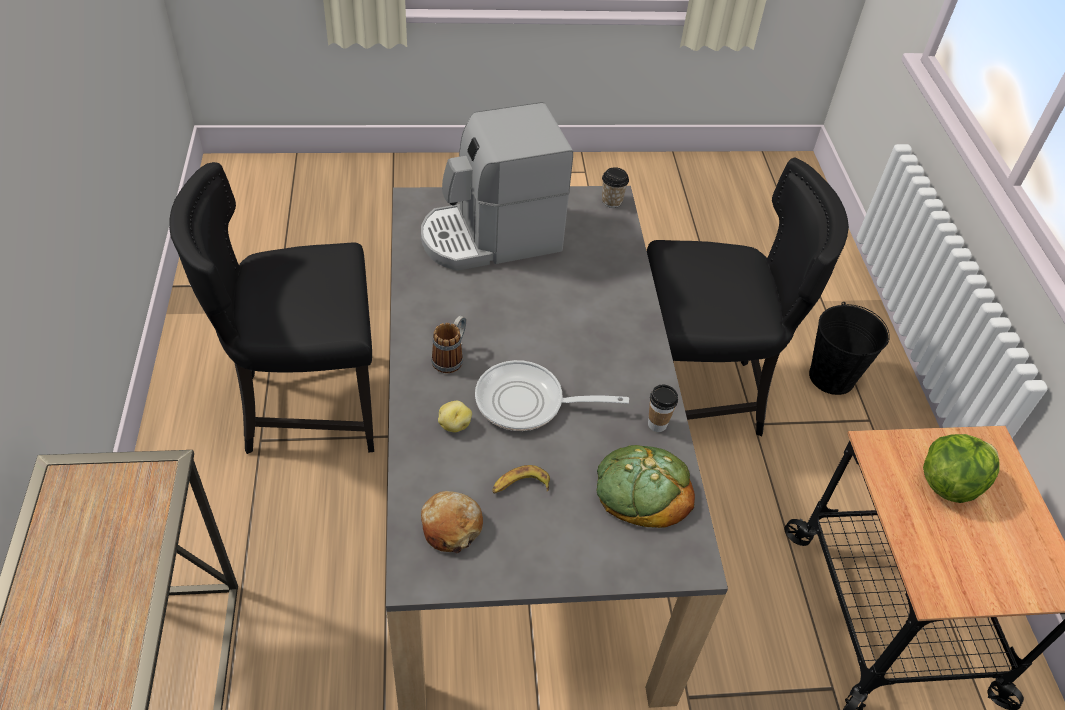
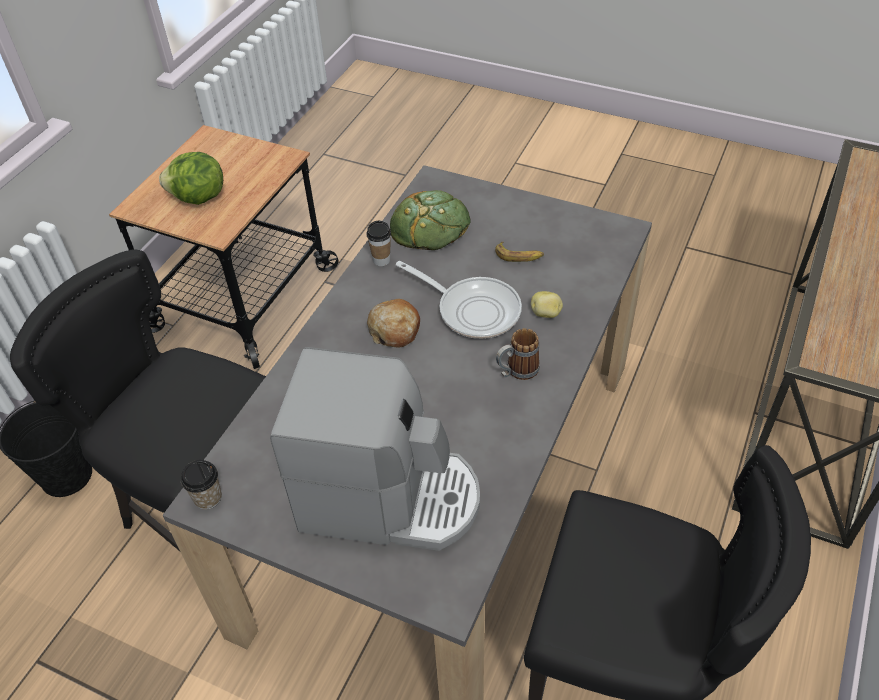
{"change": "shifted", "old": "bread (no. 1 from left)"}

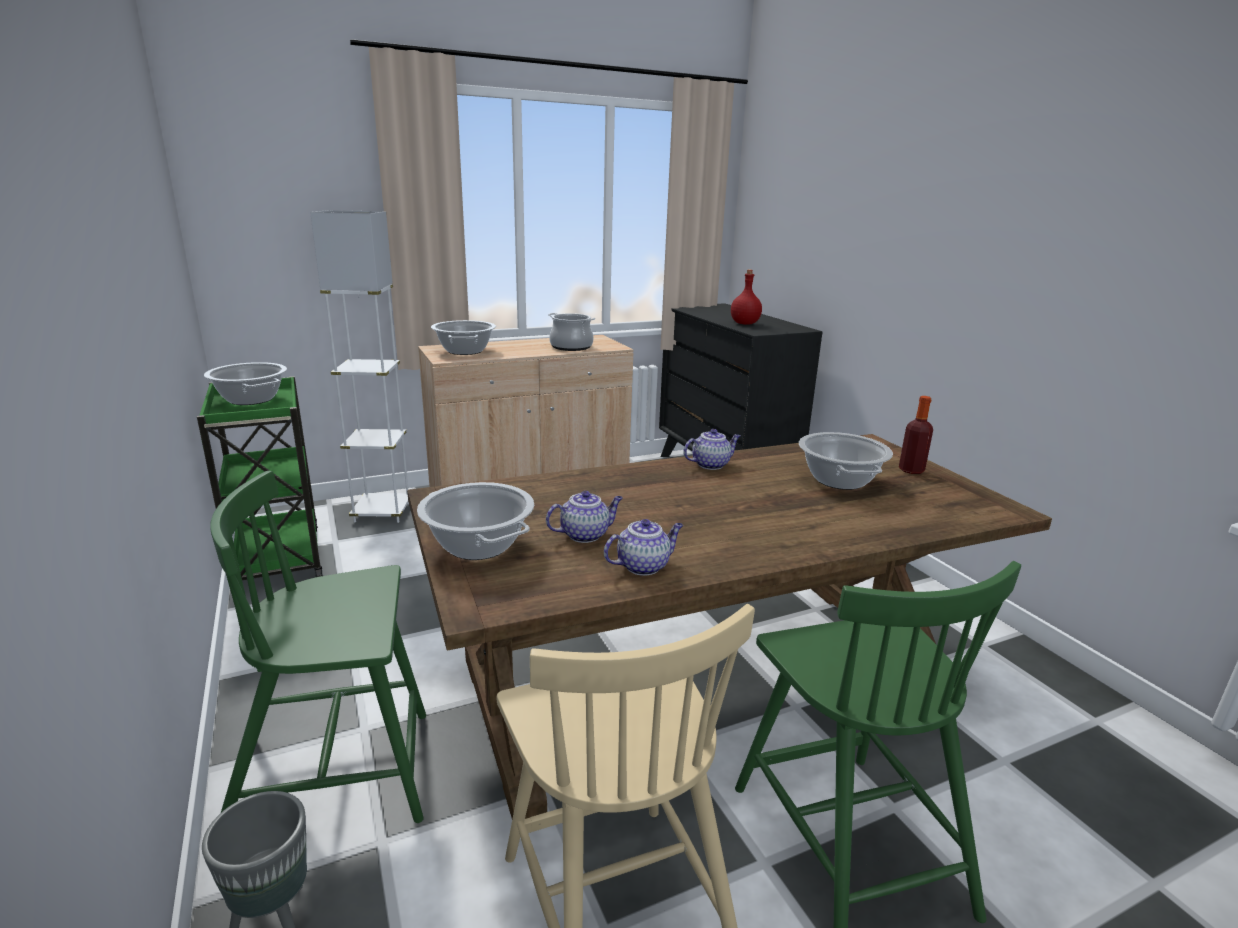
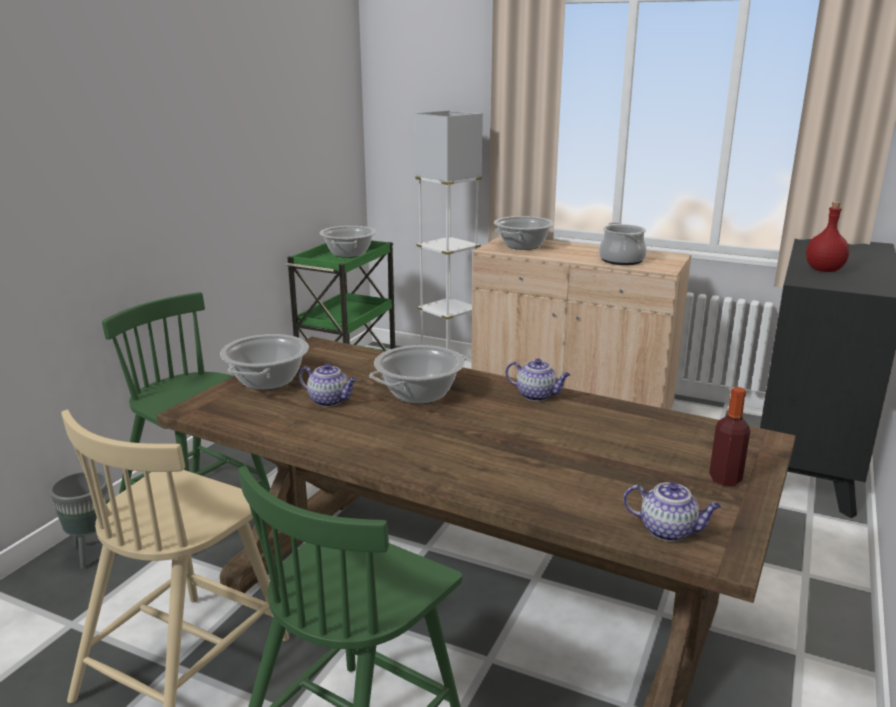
{"change": "shifted", "old": "teapot (no. 2 from left in the first image)", "new": "teapot (no. 3 from left)"}
{"change": "shifted", "old": "cooking pot (no. 5 from left in the first image)", "new": "cooking pot (no. 3 from left)"}

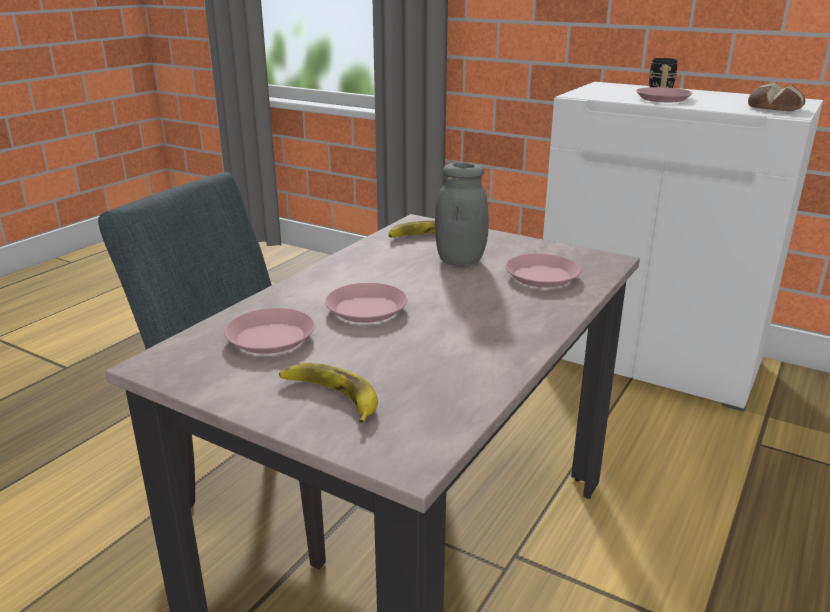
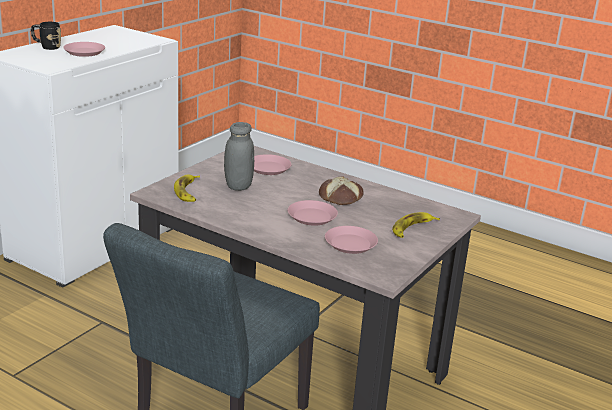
{"change": "shifted", "old": "bread"}

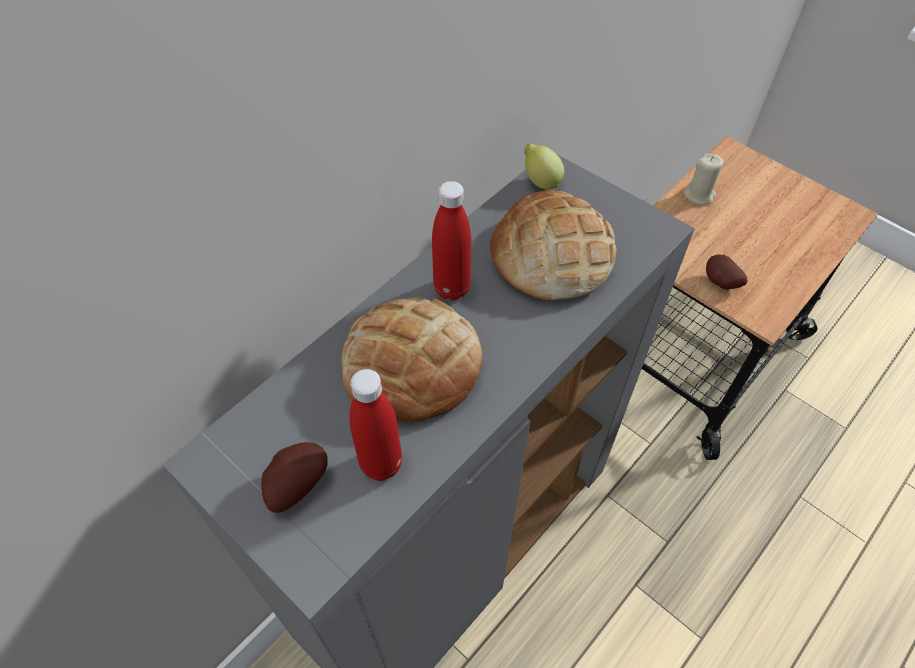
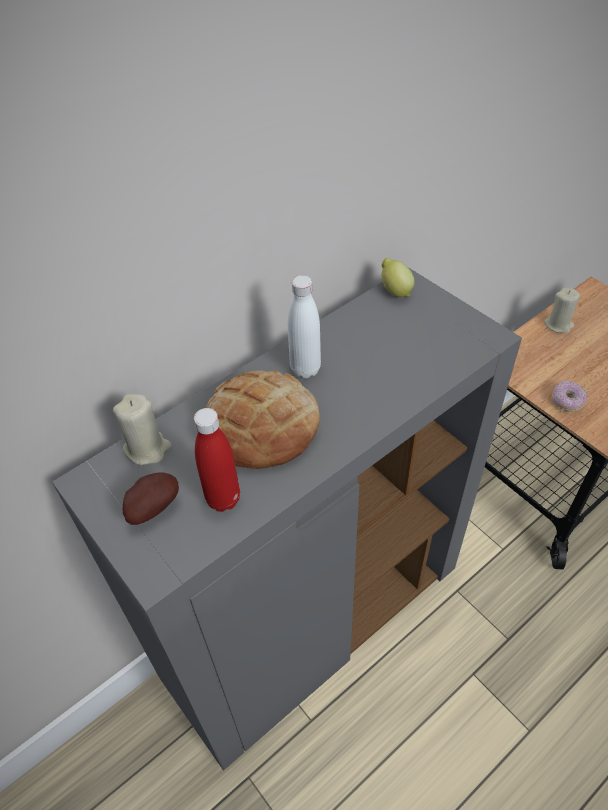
{"change": "gone", "old": "bread (no. 2 from left)"}
{"change": "new", "new": "beige candle (no. 1 from left)"}
{"change": "swapped", "old": "potato (no. 2 from left)", "new": "donut"}
{"change": "repainted", "old": "red bottle (no. 2 from left)", "new": "white bottle"}

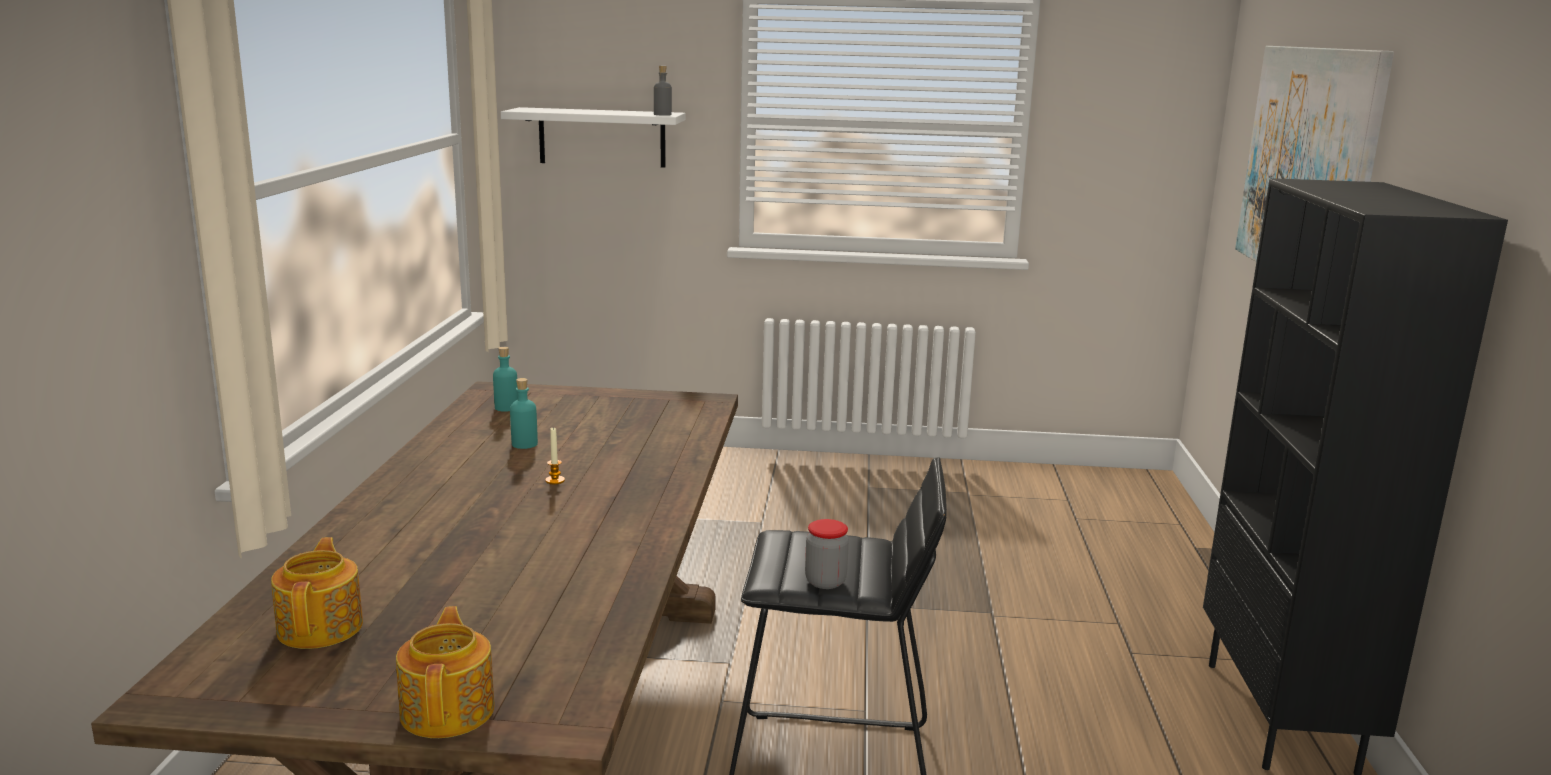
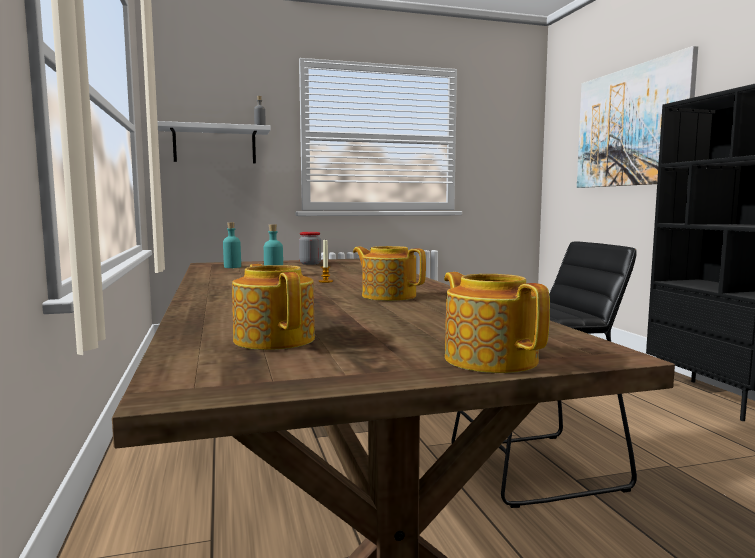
{"change": "new", "new": "teapot (no. 2 from left)"}
{"change": "shifted", "old": "jar"}

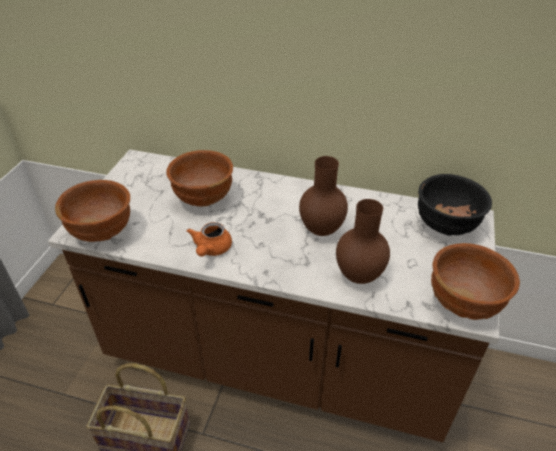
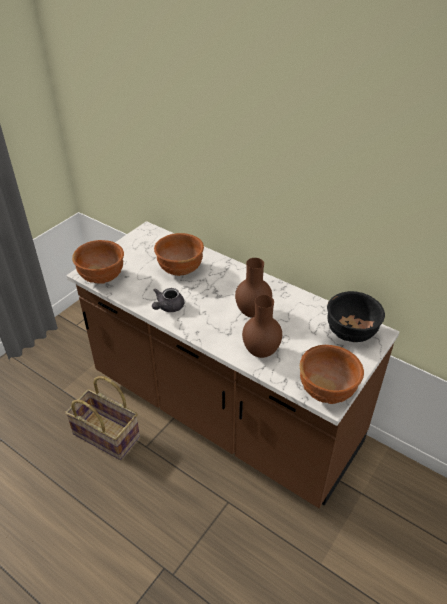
{"change": "repainted", "old": "orange teapot", "new": "grey teapot"}

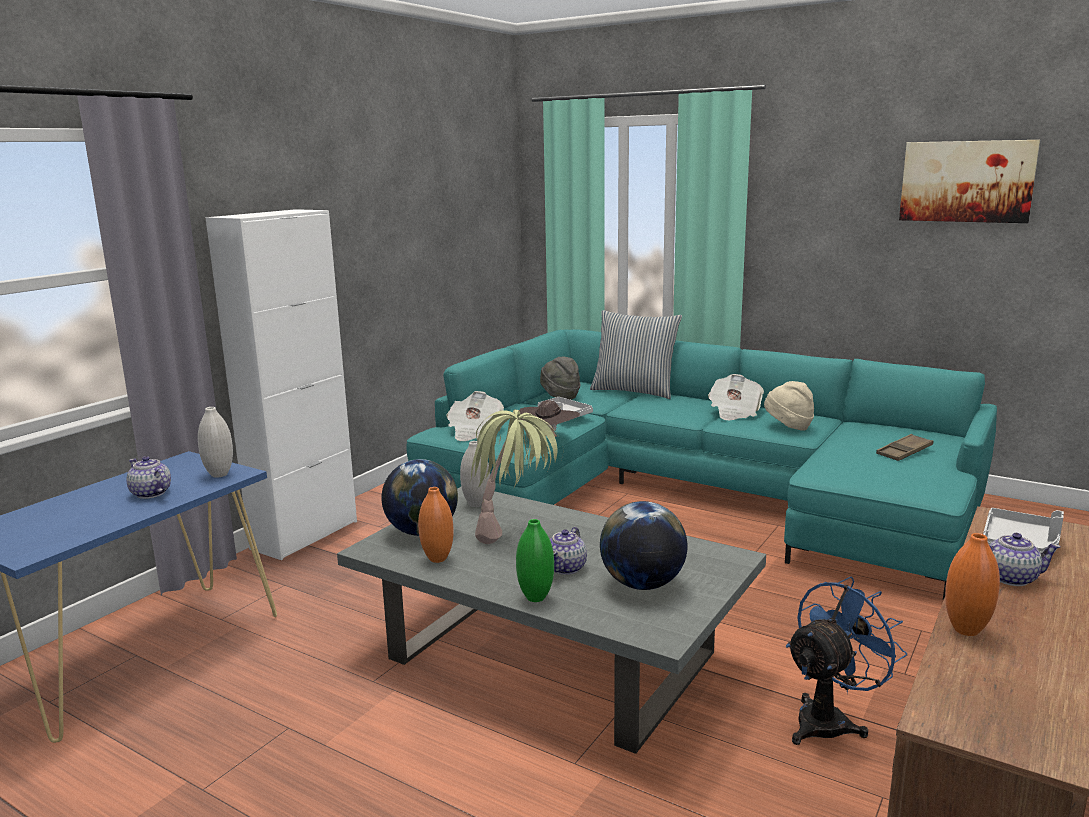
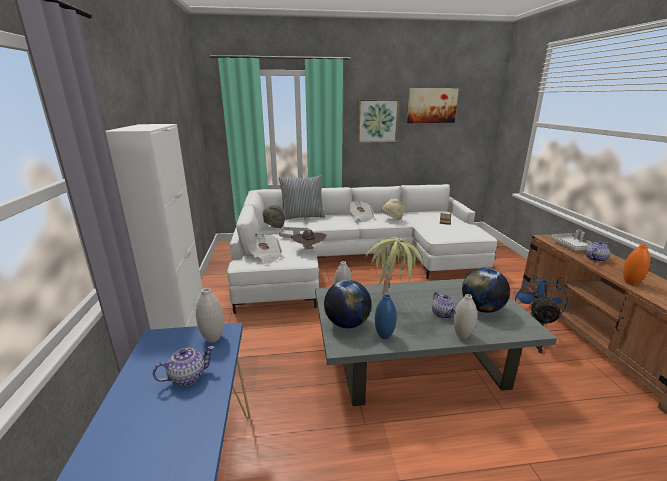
{"change": "new", "new": "picture (no. 1 from left)"}
{"change": "repainted", "old": "turquoise sofa", "new": "white sofa"}
{"change": "repainted", "old": "orange vase (no. 1 from left)", "new": "blue vase"}
{"change": "repainted", "old": "green vase", "new": "white vase (no. 3 from left)"}
{"change": "rotated", "old": "teapot (no. 1 from left)", "degrees": 150}

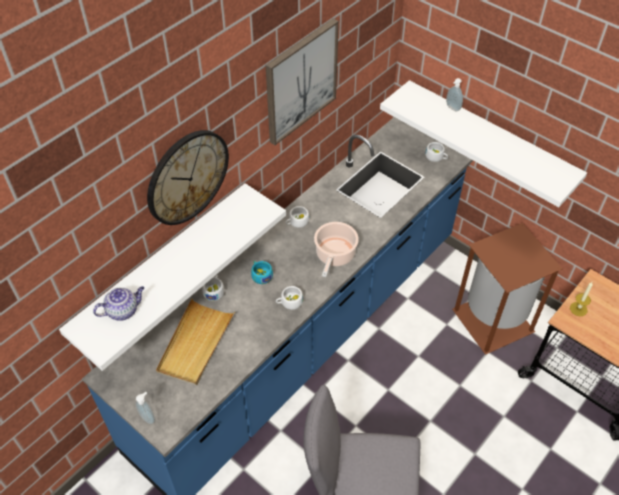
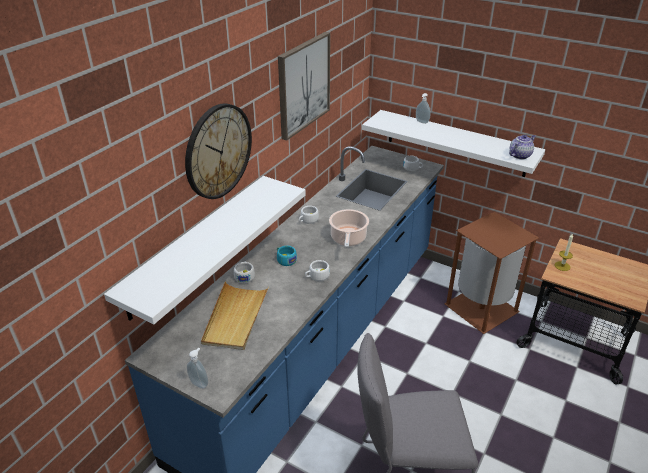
{"change": "shifted", "old": "teapot"}

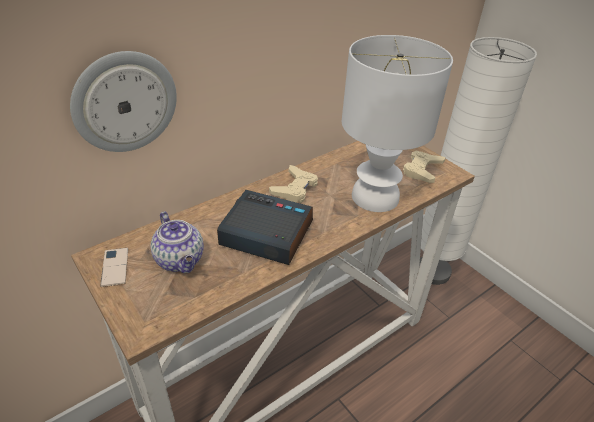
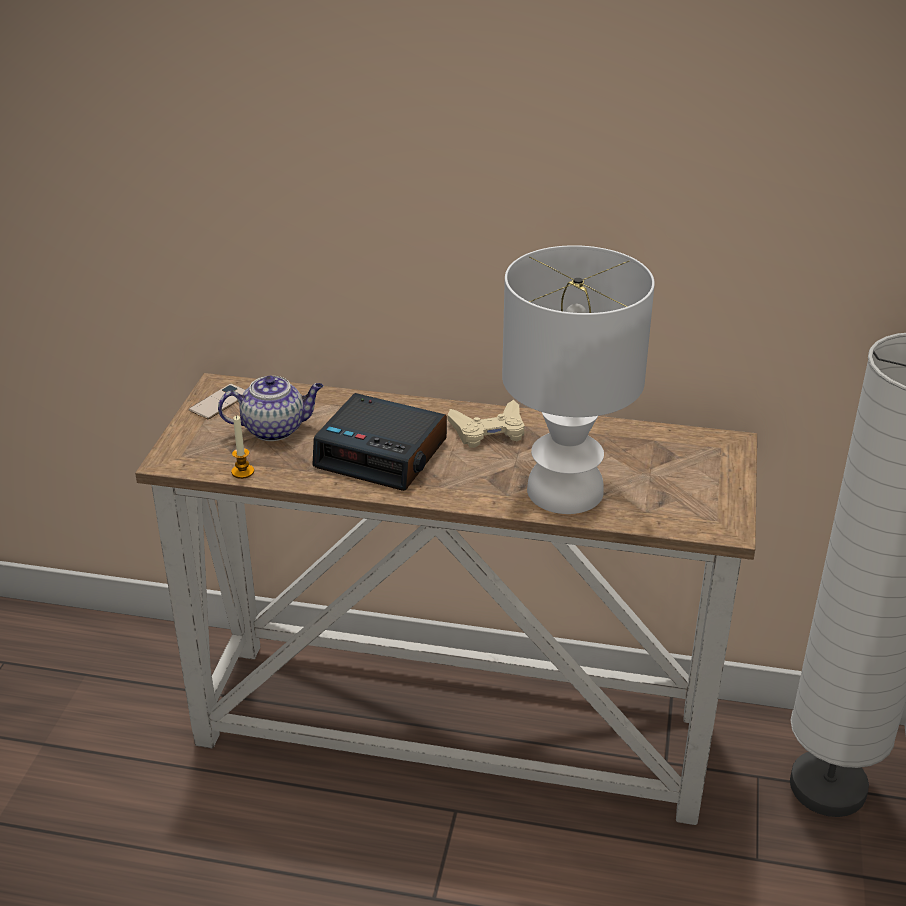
{"change": "gone", "old": "wall clock"}
{"change": "gone", "old": "beige game controller (no. 2 from left)"}
{"change": "new", "new": "candle"}
{"change": "rotated", "old": "teapot", "degrees": -120}
{"change": "rotated", "old": "alarm clock", "degrees": 135}

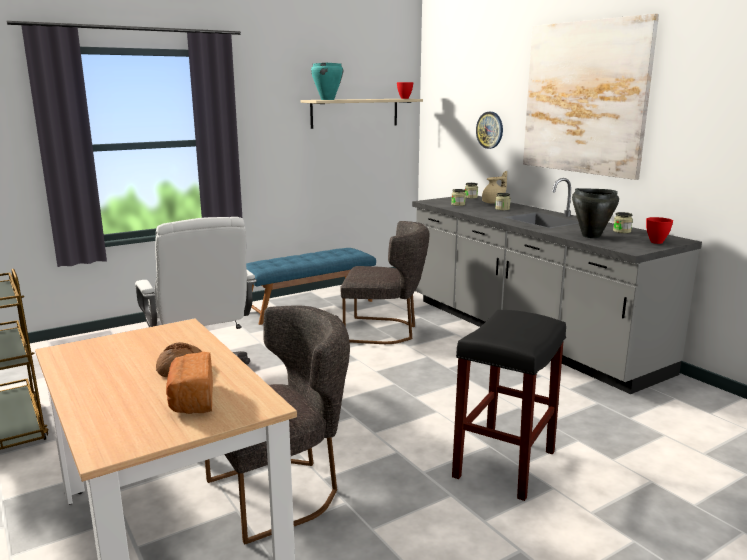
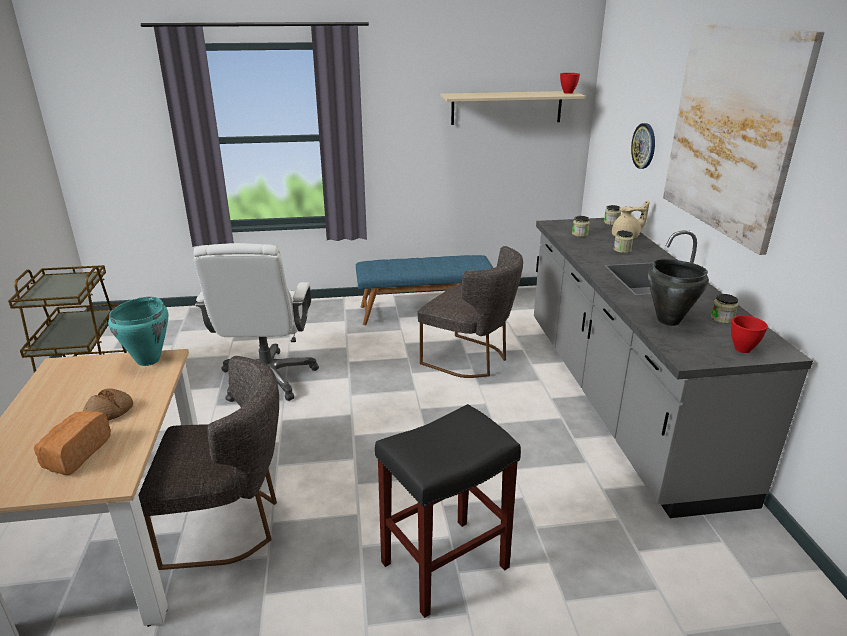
{"change": "shifted", "old": "turquoise cooking pot"}

